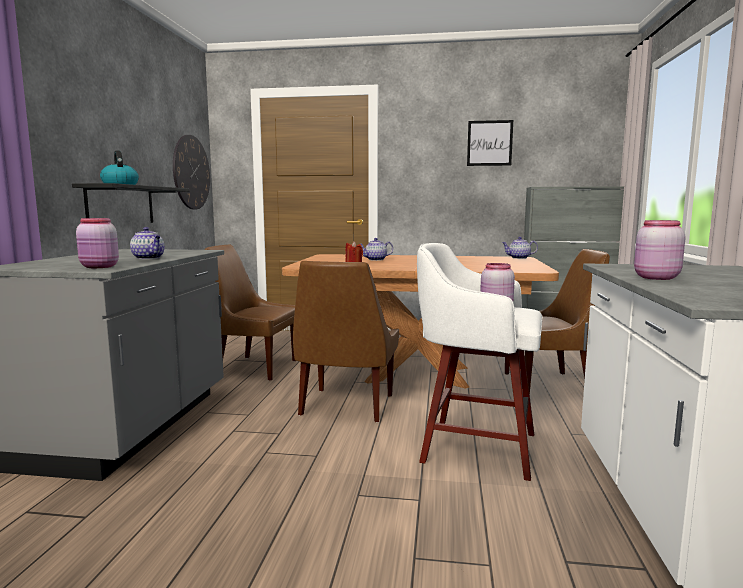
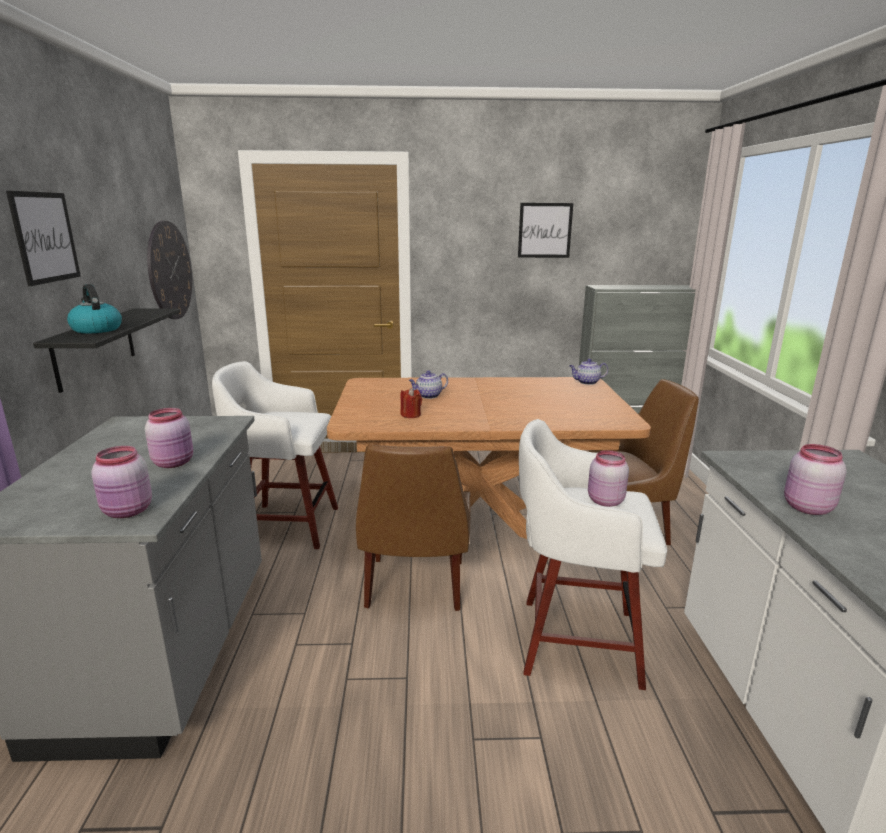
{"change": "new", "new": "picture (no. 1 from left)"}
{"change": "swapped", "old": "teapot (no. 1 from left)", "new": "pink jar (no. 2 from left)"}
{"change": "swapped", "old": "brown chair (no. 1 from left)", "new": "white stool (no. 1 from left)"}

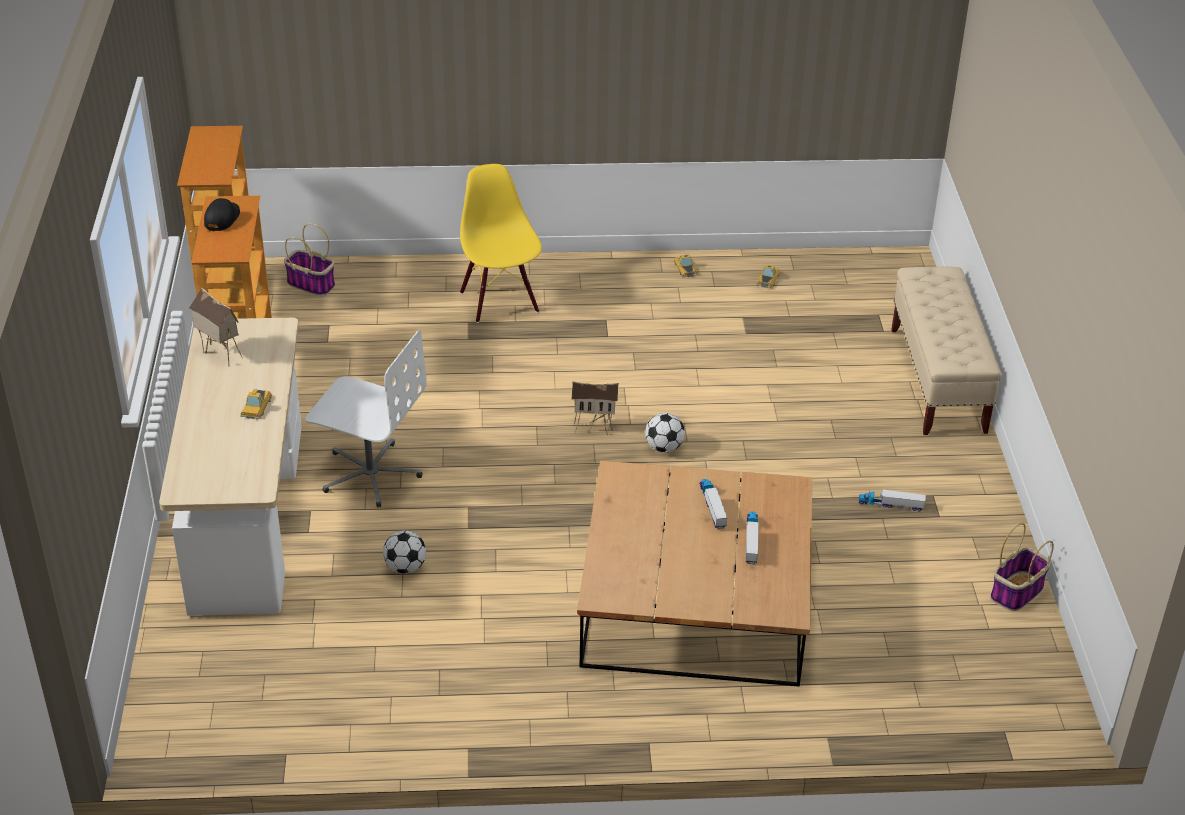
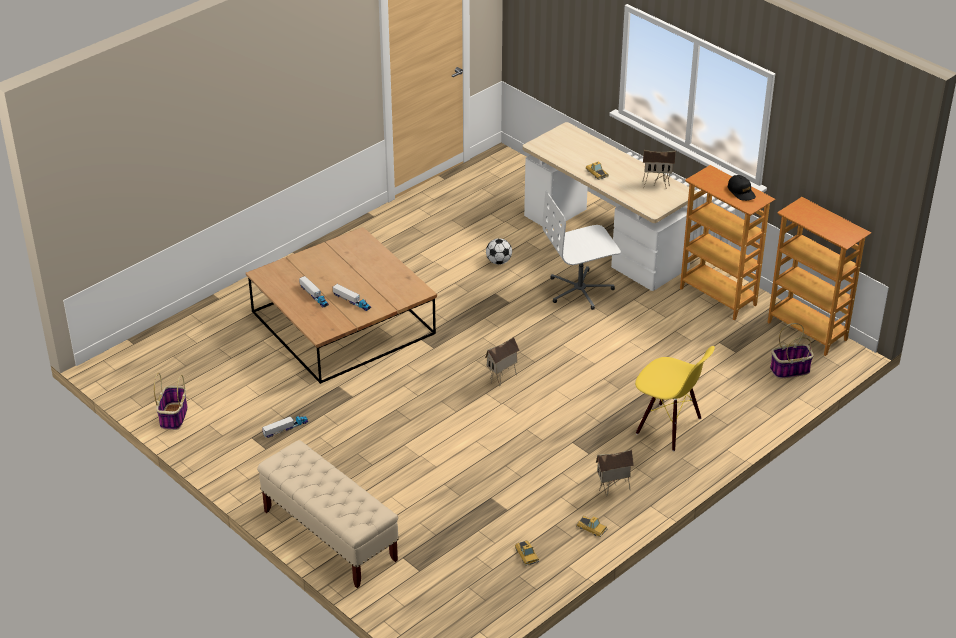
{"change": "gone", "old": "football (no. 2 from left)"}
{"change": "new", "new": "toy house (no. 2 from left)"}

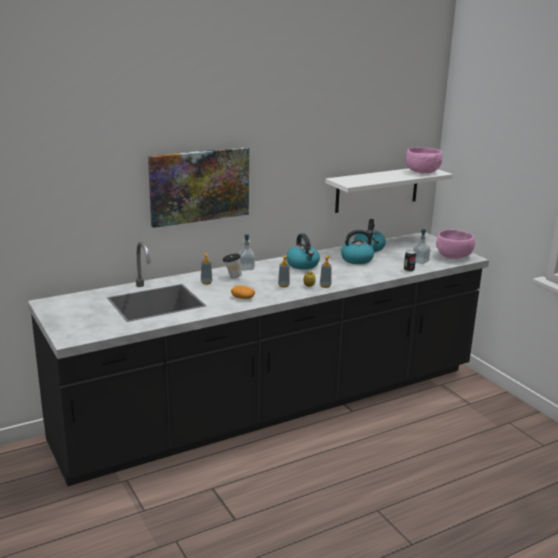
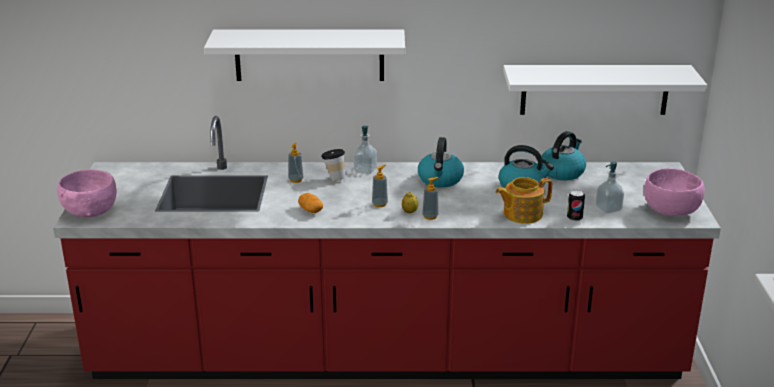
{"change": "new", "new": "teapot"}
{"change": "shifted", "old": "pink bowl (no. 1 from left)"}
{"change": "swapped", "old": "picture", "new": "white shelf (no. 1 from left)"}
{"change": "repainted", "old": "black counter", "new": "red counter"}

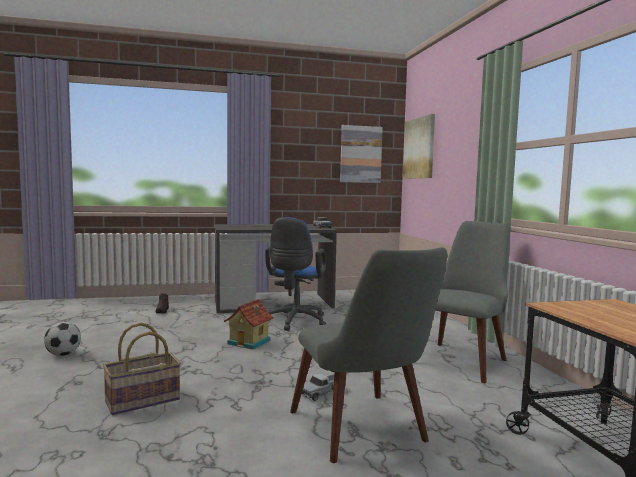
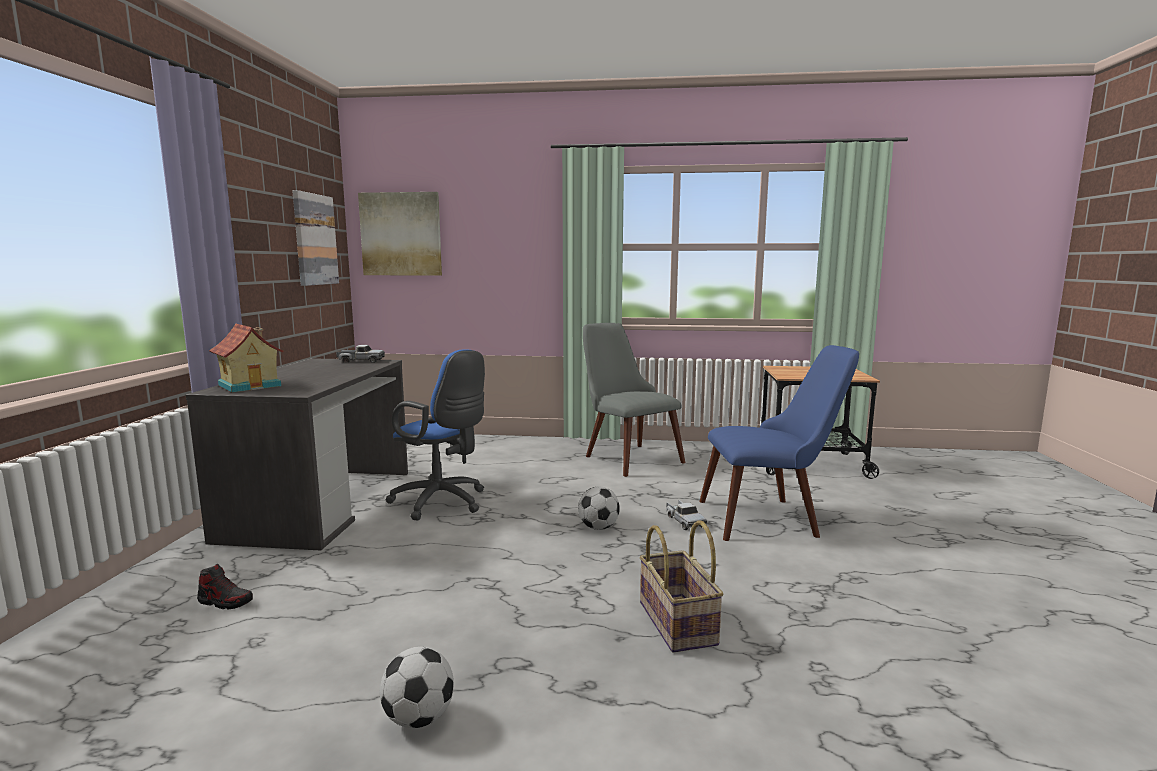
{"change": "new", "new": "football (no. 2 from left)"}
{"change": "shifted", "old": "toy house"}
{"change": "repainted", "old": "grey chair (no. 1 from left)", "new": "blue chair"}

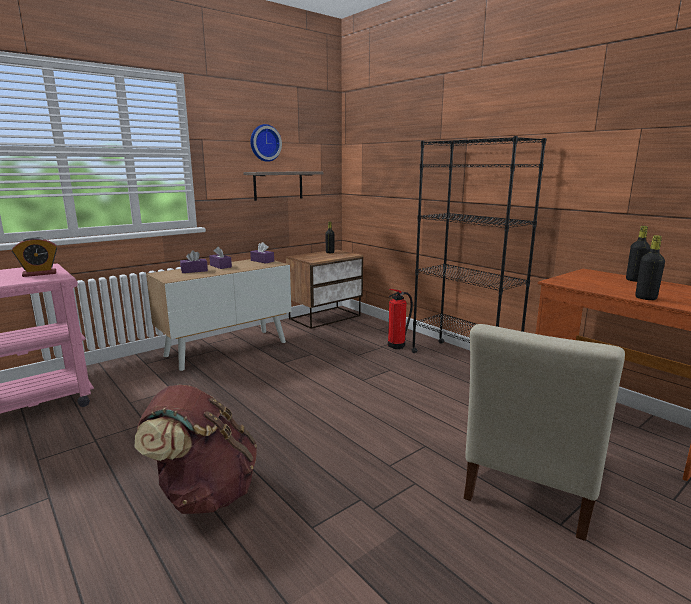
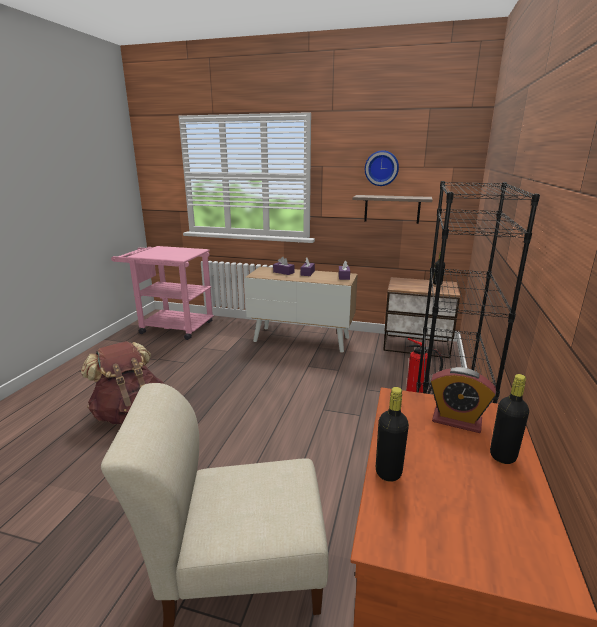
{"change": "shifted", "old": "alarm clock"}

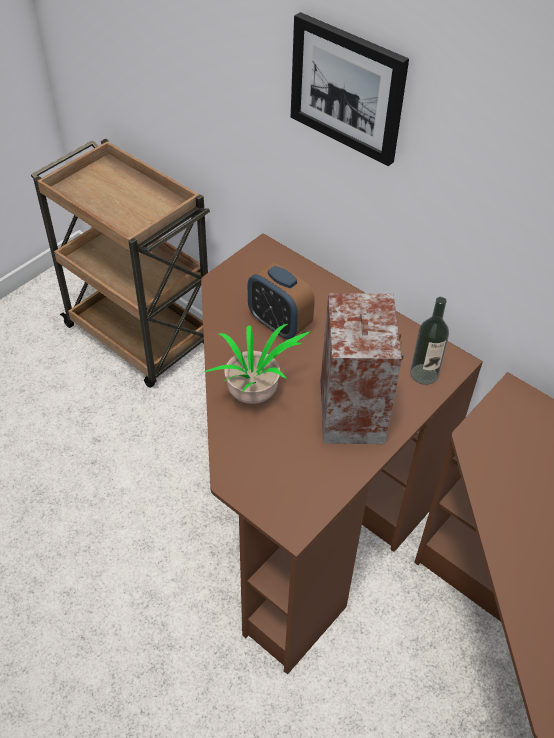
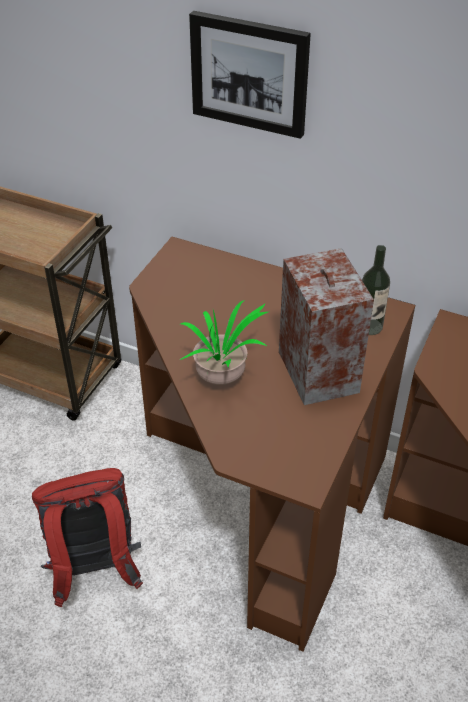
{"change": "gone", "old": "alarm clock"}
{"change": "new", "new": "red backpack"}

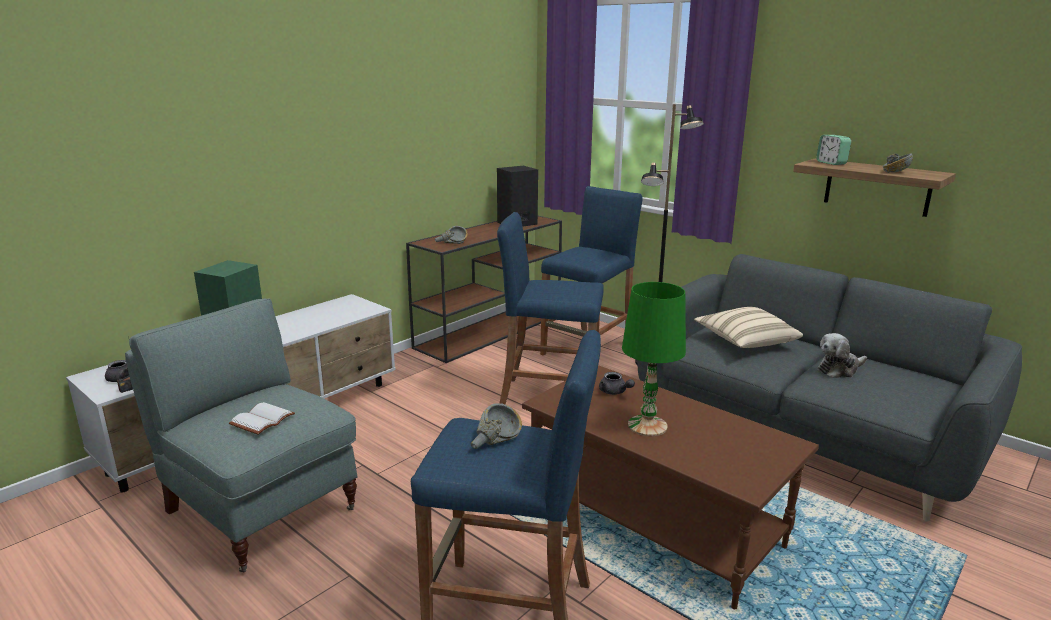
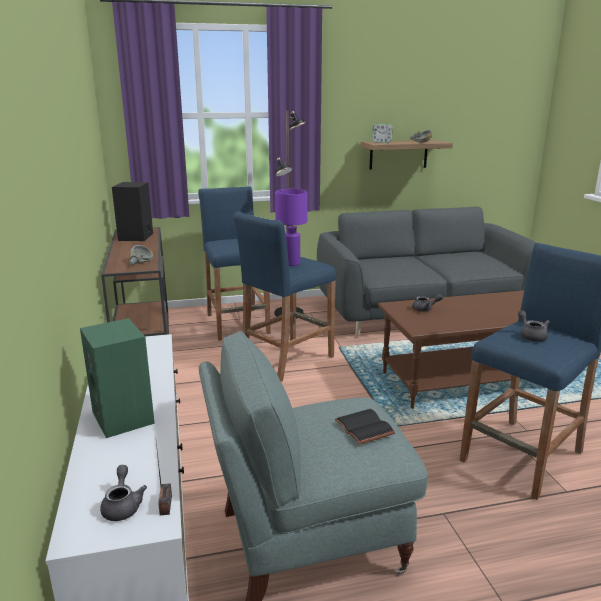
{"change": "gone", "old": "green table lamp"}
{"change": "gone", "old": "beige pillow"}
{"change": "gone", "old": "plush toy"}
{"change": "new", "new": "purple table lamp"}
{"change": "swapped", "old": "grey bowl (no. 2 from left)", "new": "grey teapot (no. 3 from left)"}
{"change": "repainted", "old": "white book", "new": "black book"}

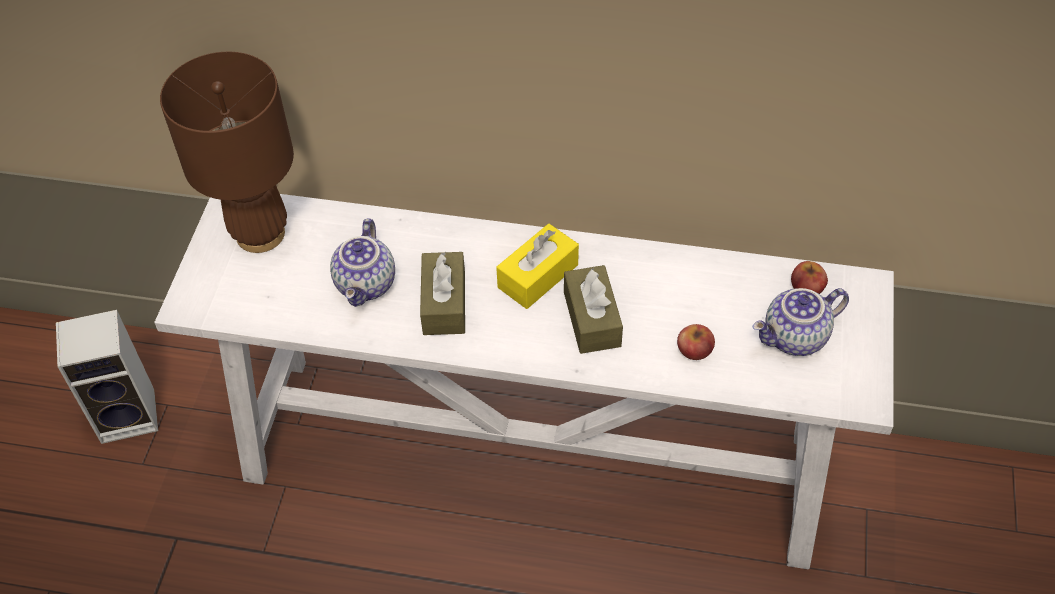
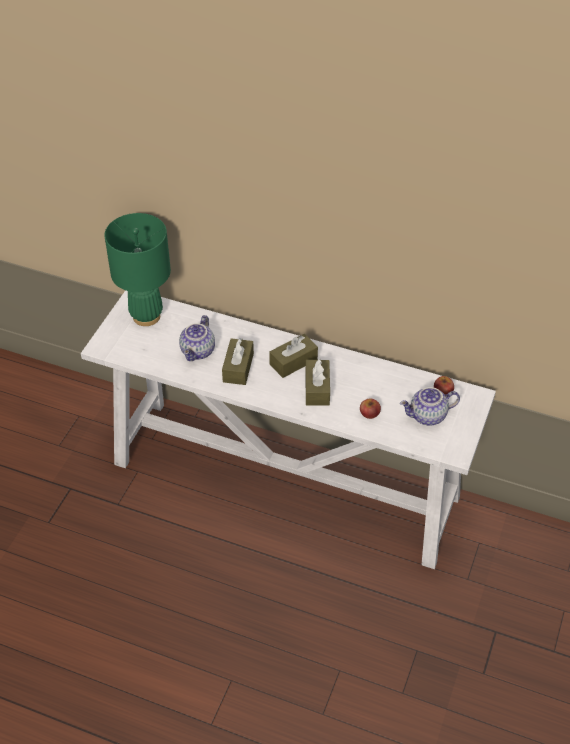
{"change": "gone", "old": "speaker"}
{"change": "repainted", "old": "brown table lamp", "new": "green table lamp"}
{"change": "repainted", "old": "yellow tissue box", "new": "brown tissue box (no. 2 from left)"}

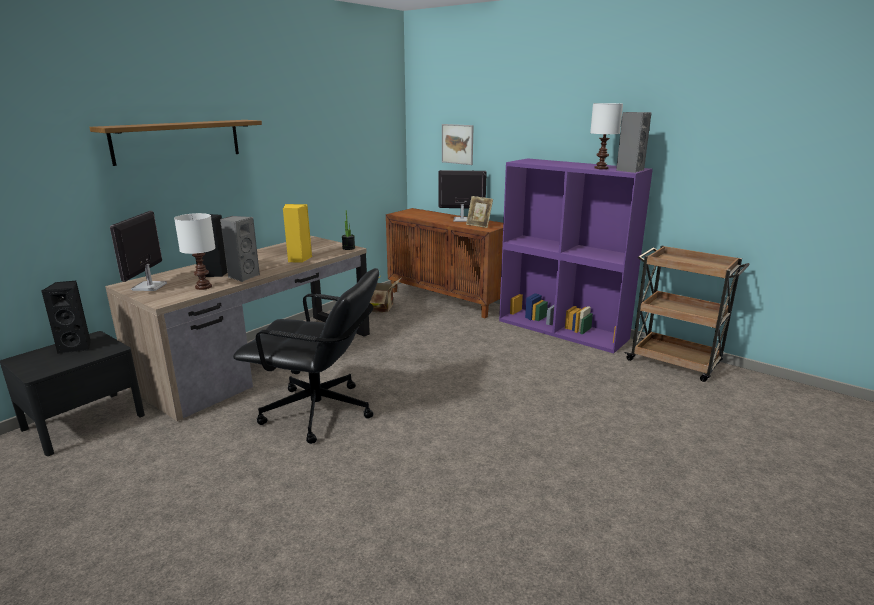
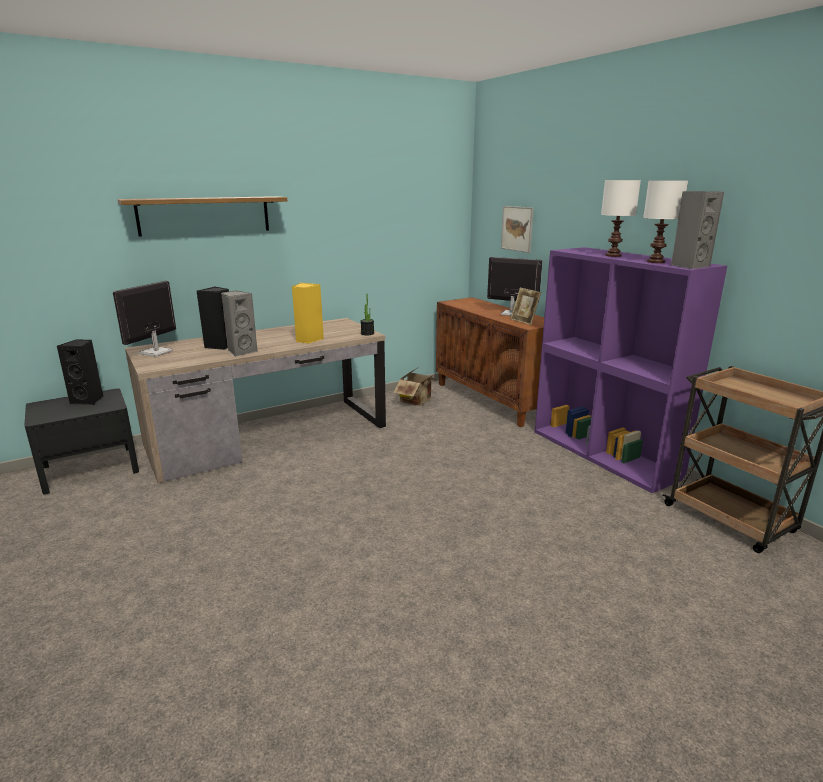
{"change": "gone", "old": "black office chair"}
{"change": "shifted", "old": "white table lamp (no. 1 from left)"}

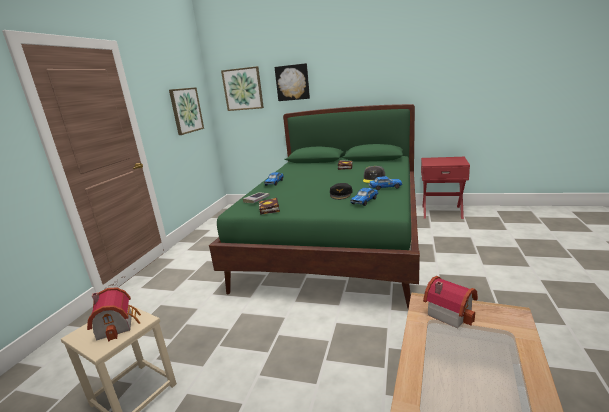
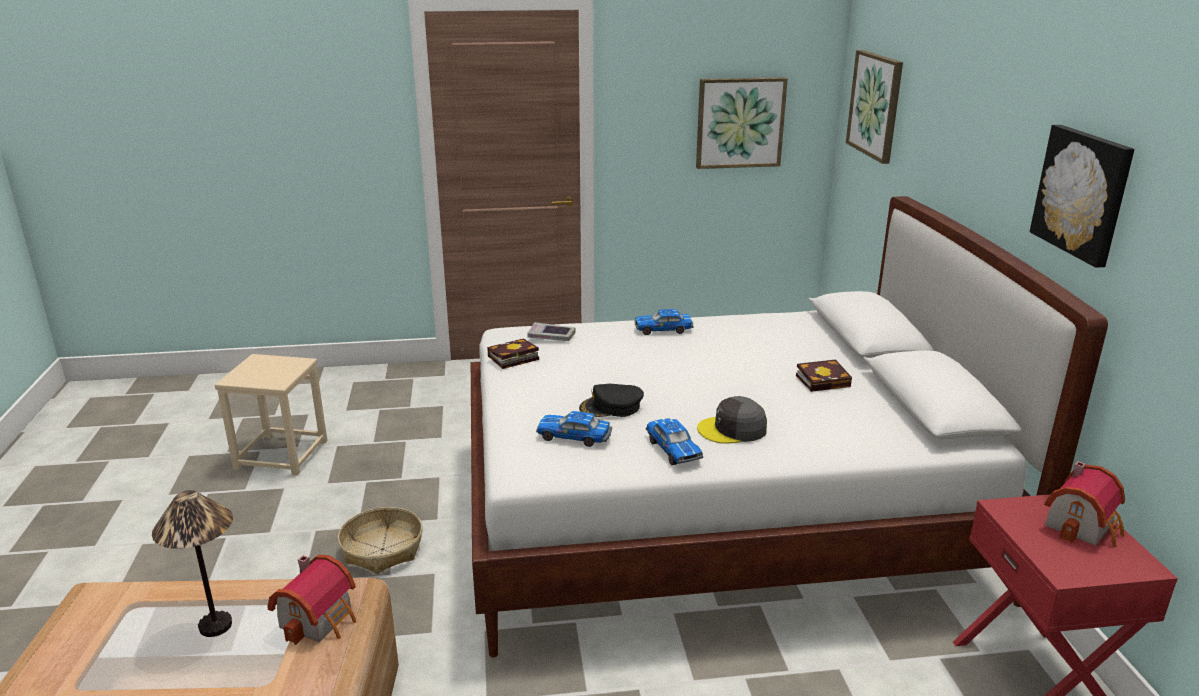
{"change": "new", "new": "table lamp"}
{"change": "new", "new": "basket"}
{"change": "shifted", "old": "toy house (no. 1 from left in the first image)", "new": "toy house (no. 2 from left)"}
{"change": "shifted", "old": "picture (no. 3 from left)"}
{"change": "repainted", "old": "green bed", "new": "white bed"}

